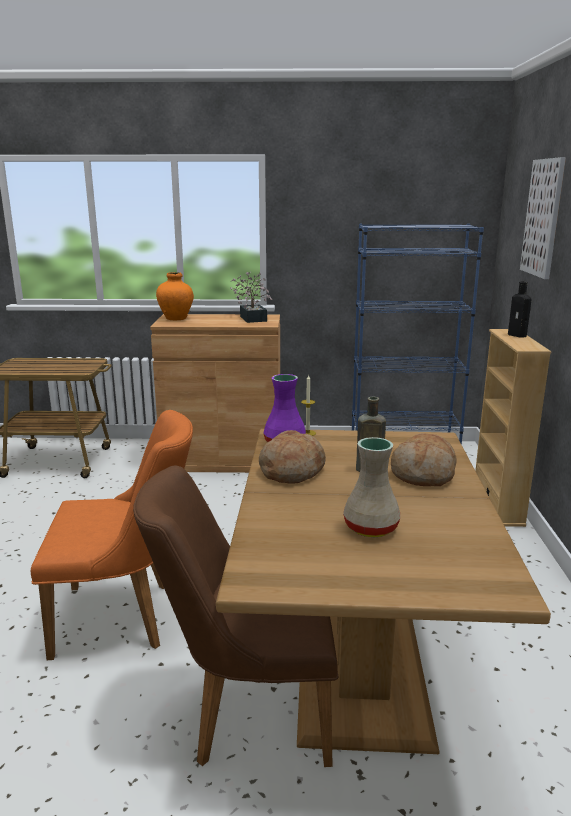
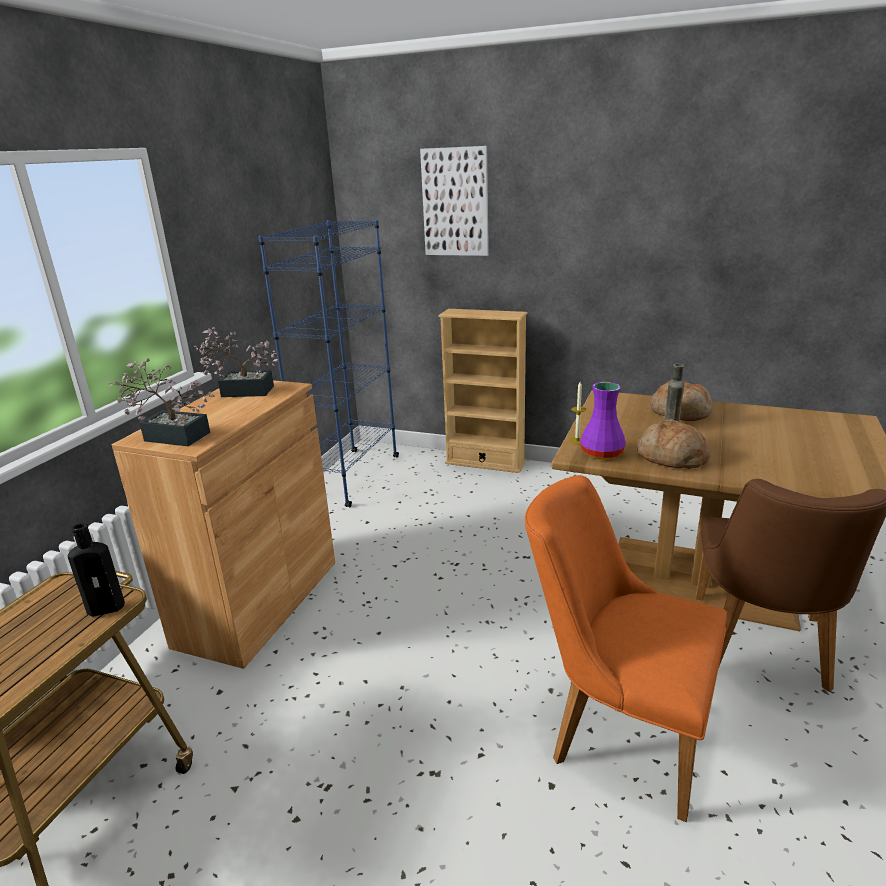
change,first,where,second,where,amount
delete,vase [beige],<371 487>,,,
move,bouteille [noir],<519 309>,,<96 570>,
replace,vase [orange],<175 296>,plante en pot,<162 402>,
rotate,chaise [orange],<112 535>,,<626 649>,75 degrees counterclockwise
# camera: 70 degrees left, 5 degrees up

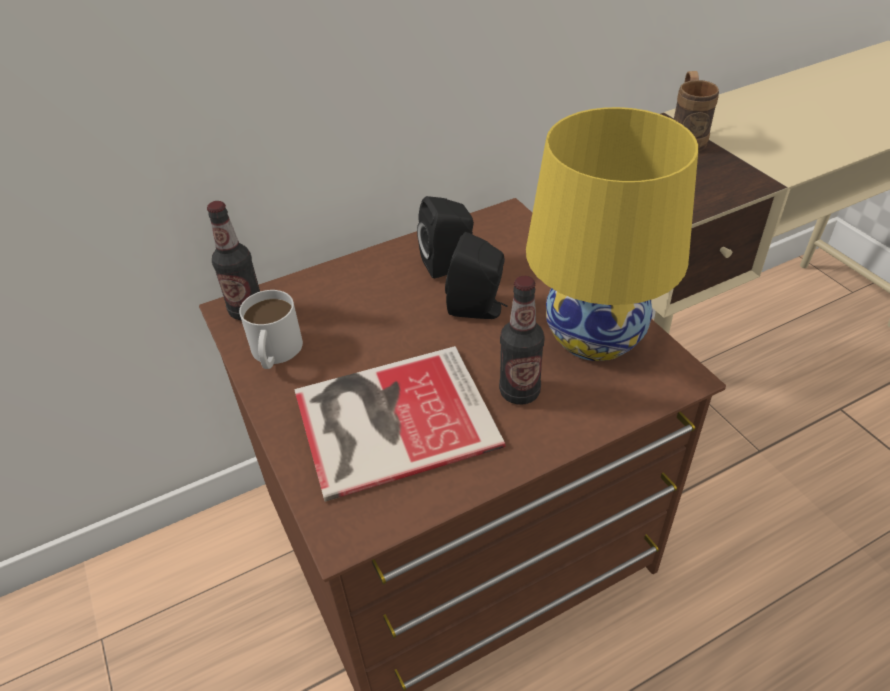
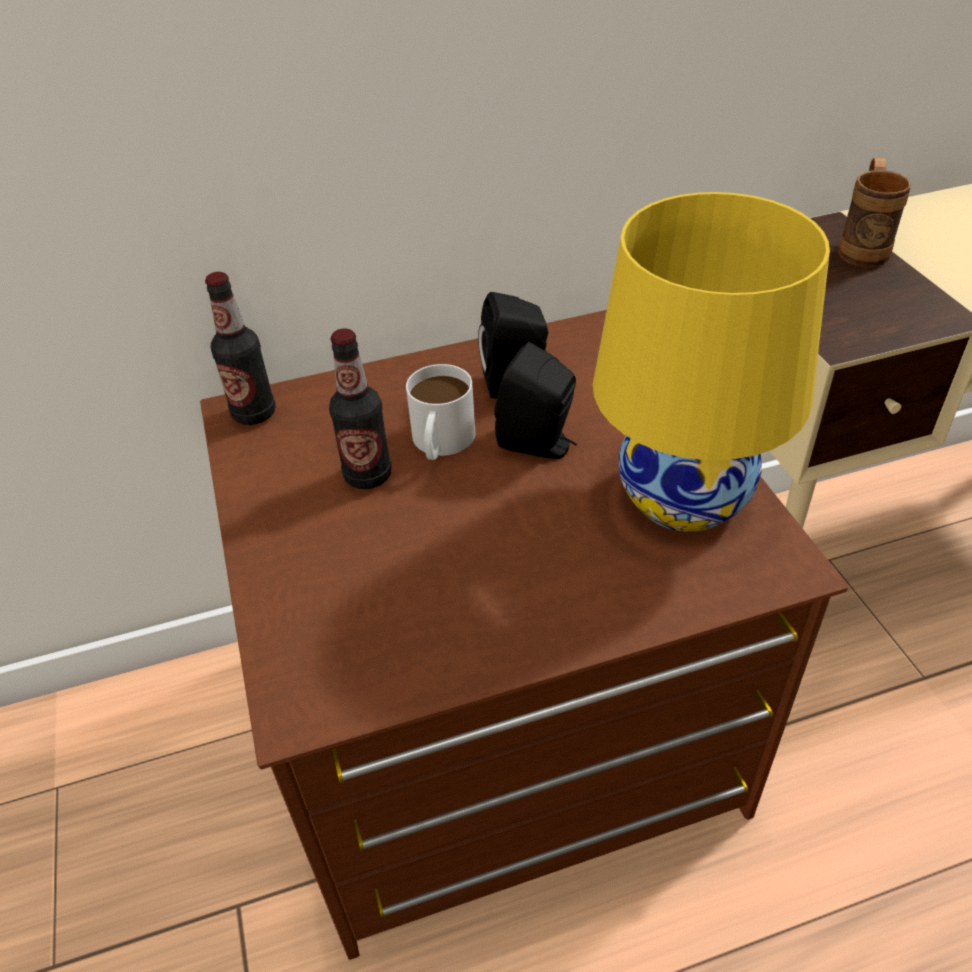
change,first,where,second,where,amount
delete,livre,<400 424>,,,
move,mug [blanc],<271 329>,,<440 412>,
move,bouteille,<522 340>,,<360 408>,
# camera: 10 degrees right, 0 degrees up

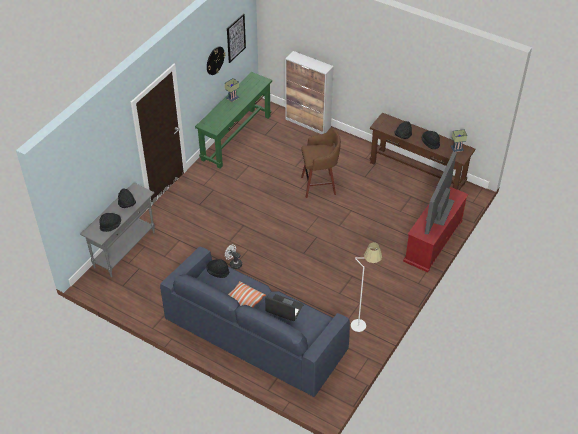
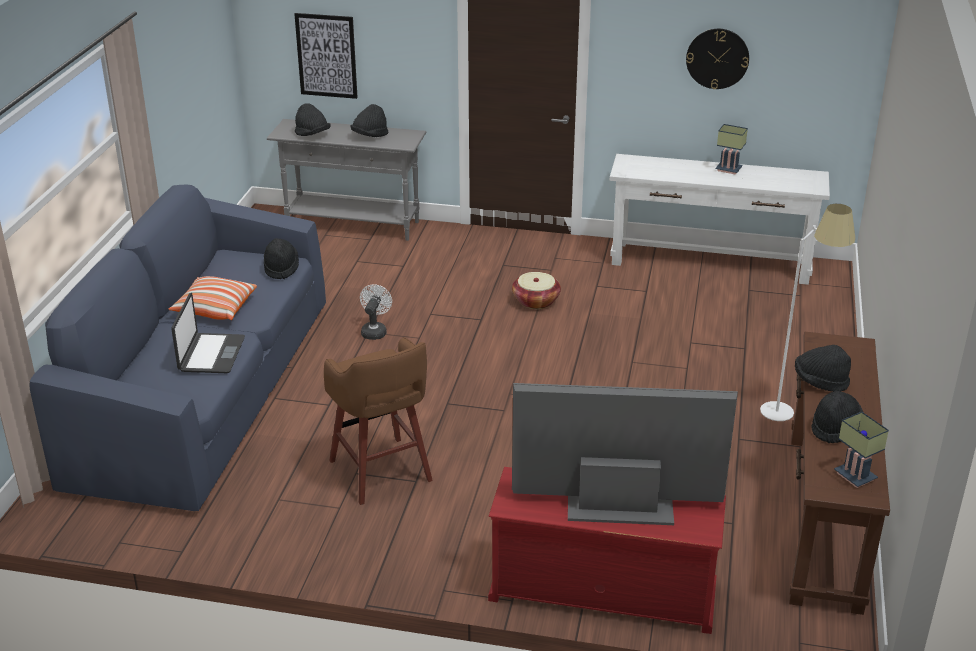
change,first,where,second,where,amount
delete,meuble de rangement,<309 92>,,,
insert,,,panier,<536 290>,
move,tableau,<236 38>,,<326 56>,
move,tabouret [marron],<321 163>,,<378 421>,
move,lampadaire [blanc],<366 287>,,<807 312>,
recolor,table console [vert],<233 120>,table console [blanc],<720 219>,
# camera: 70 degrees right, 15 degrees down

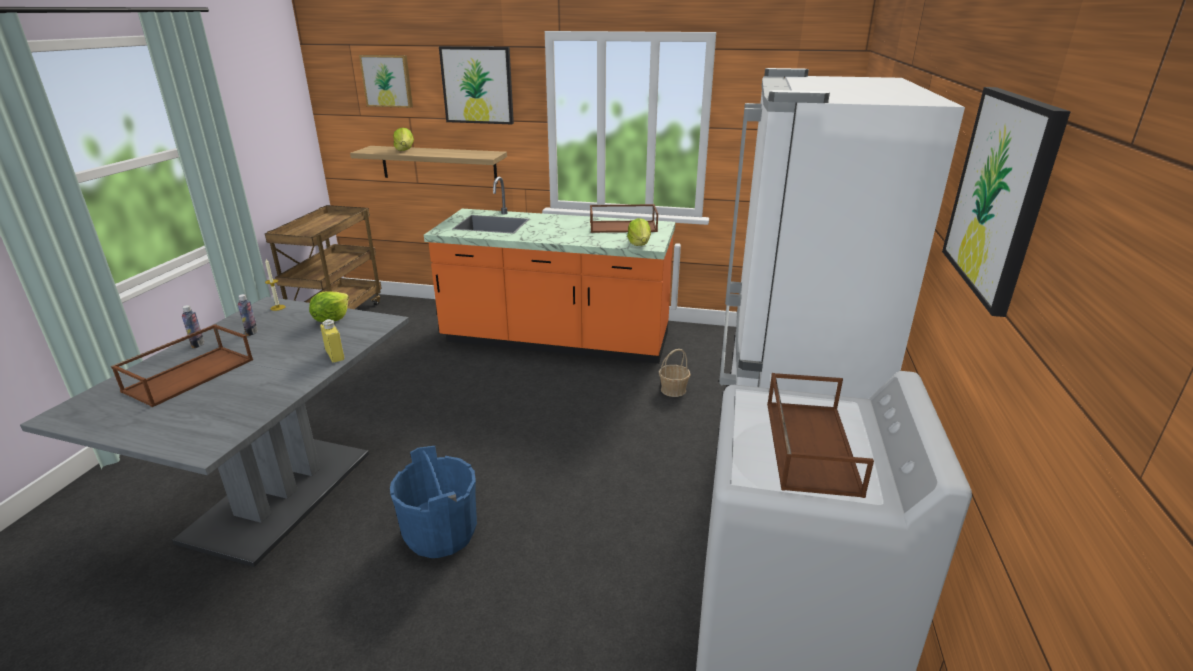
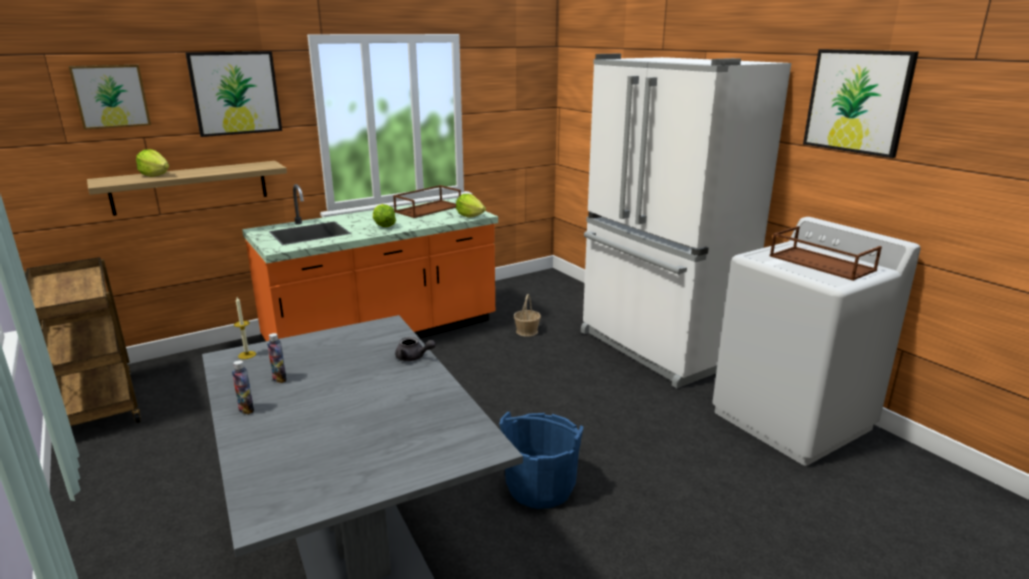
change,first,where,second,where,amount
delete,plateau [marron],<182 365>,,,
move,laitue,<329 306>,,<384 215>,
replace,bouteille [jaune],<332 341>,théière [gris],<415 349>,
# camera: 45 degrees left, 5 degrees down

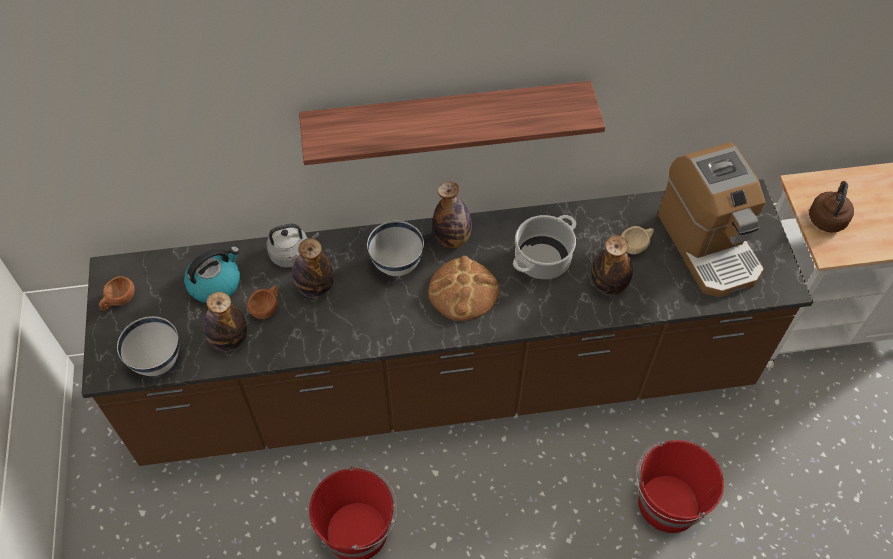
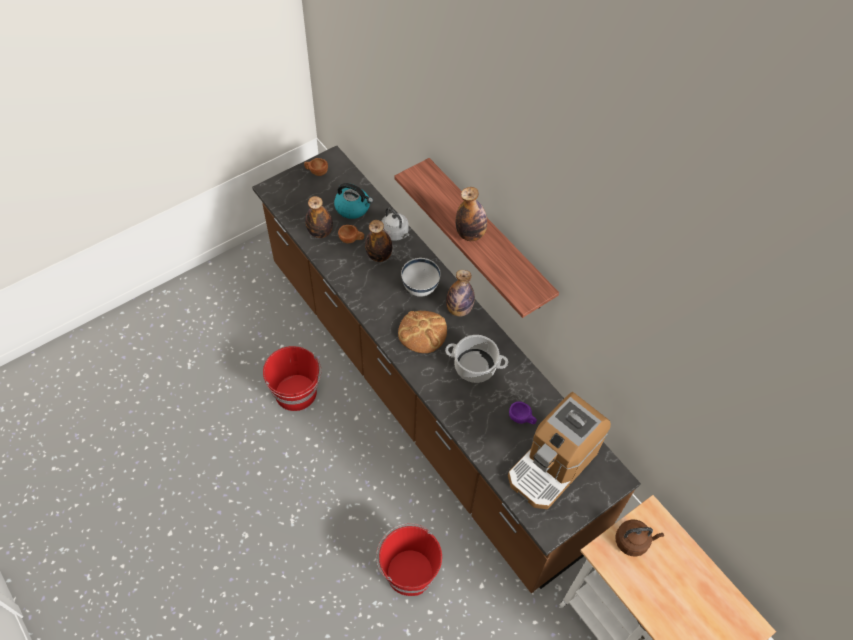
change,first,where,second,where,amount
delete,bol [blanc],<148 346>,,,
move,bouteille,<612 265>,,<471 214>,
recolor,tasse [beige],<637 240>,tasse [violet],<523 412>,
# camera: 60 degrees right, 0 degrees up

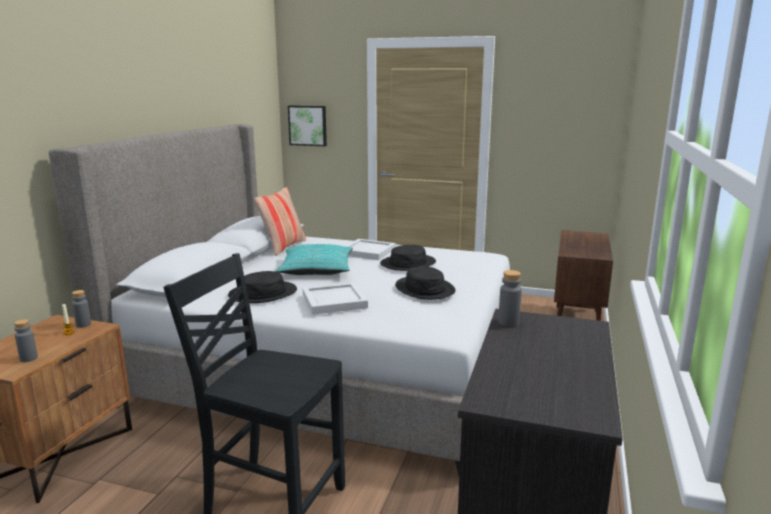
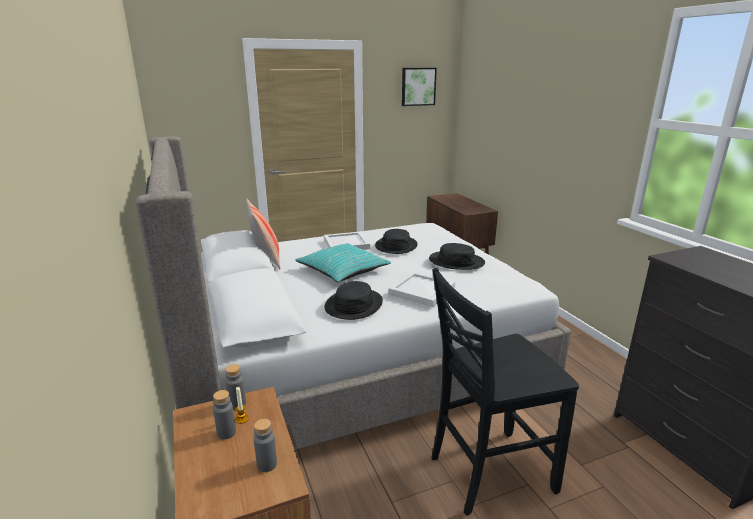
change,first,where,second,where,amount
move,tableau,<307 125>,,<419 87>,
move,bouteille [gris],<510 298>,,<224 415>,
# camera: 40 degrees left, 5 degrees up

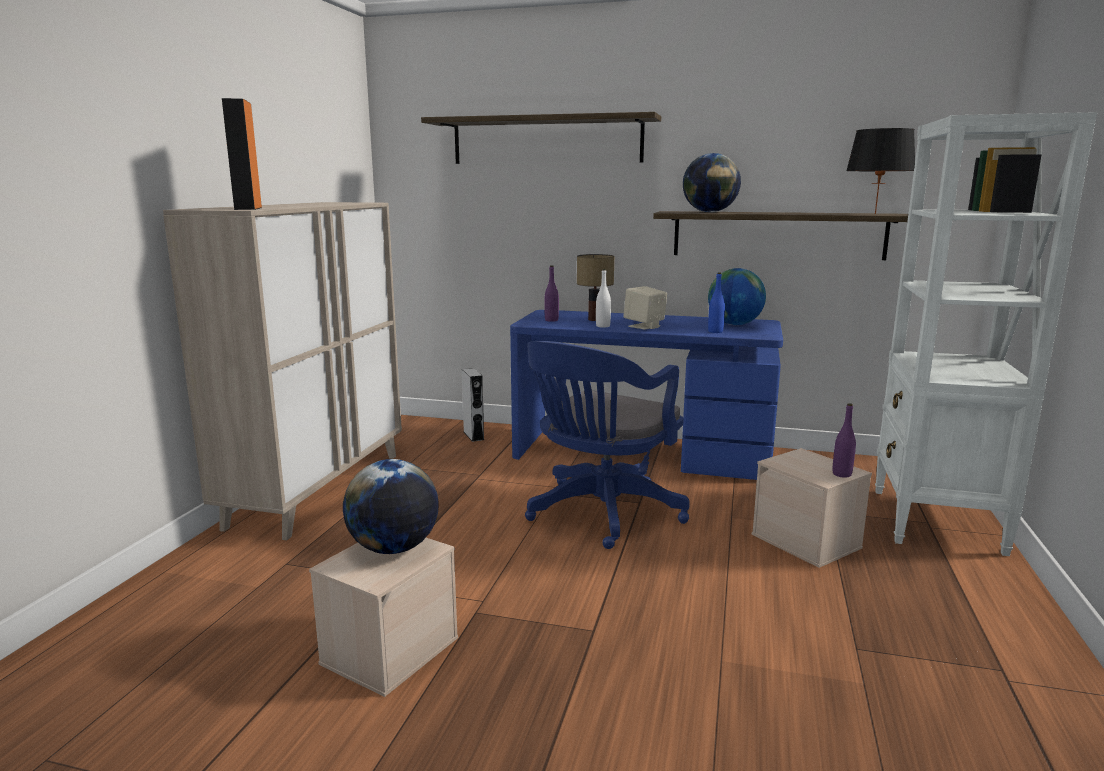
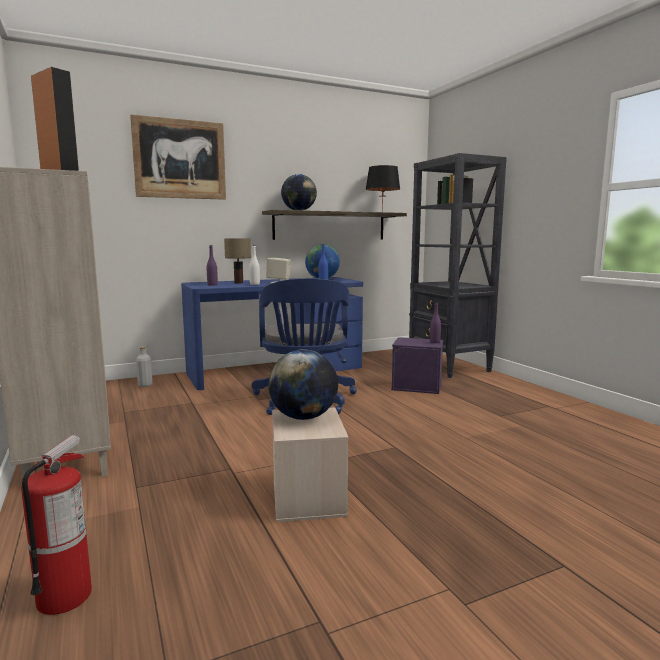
change,first,where,second,where,amount
insert,,,extincteur,<56 525>,
replace,étagère,<541 138>,tableau,<178 157>,
replace,enceinte [gris],<473 405>,bouteille [gris],<144 367>,
recolor,boîte de rangement [beige],<812 508>,boîte de rangement [violet],<417 365>,
recolor,bibliothèque [blanc],<986 334>,bibliothèque [noir],<458 265>,
# camera: 40 degrees left, 5 degrees down

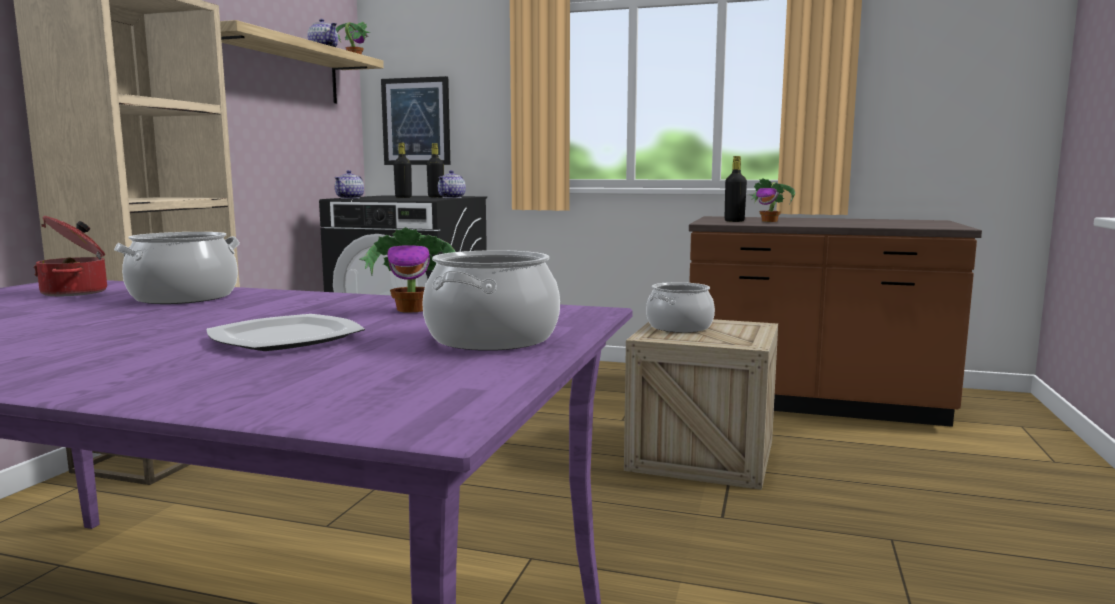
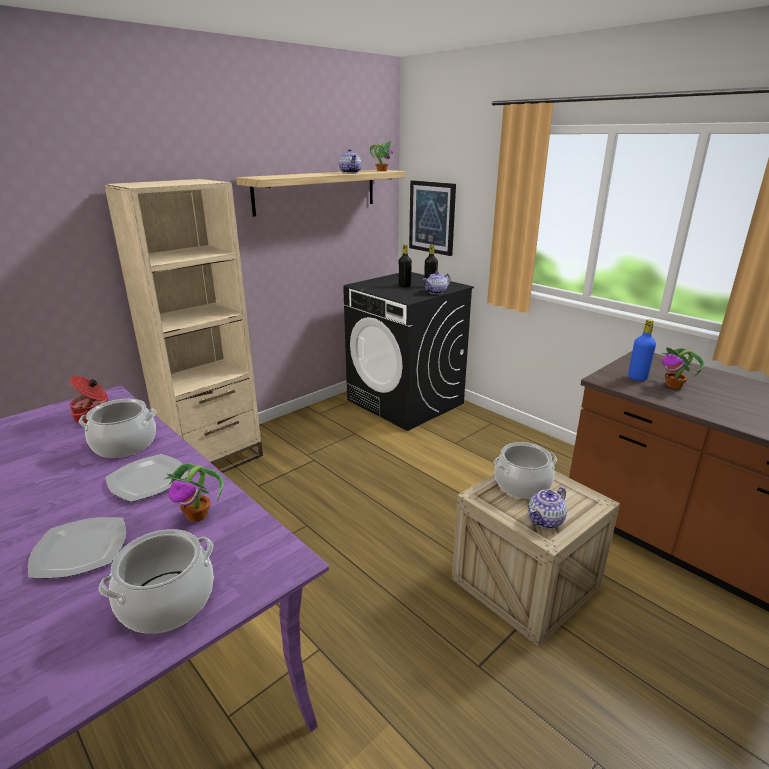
change,first,where,second,where,amount
insert,,,assiette,<147 478>,
move,théière,<349 184>,,<547 508>,
recolor,bouteille [noir],<736 189>,bouteille [bleu],<642 350>,
# camera: 30 degrees right, 15 degrees up

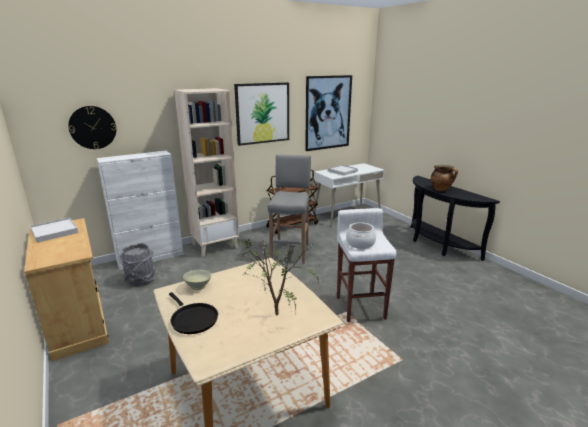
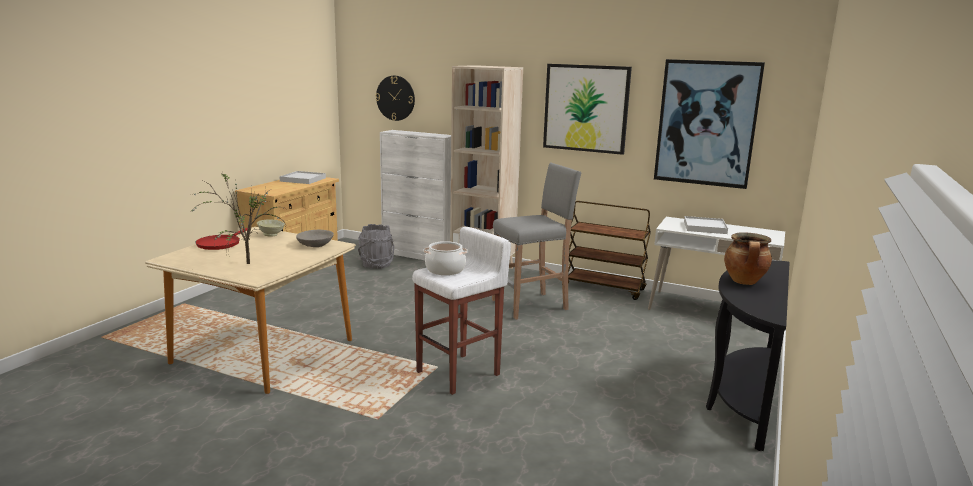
change,first,where,second,where,amount
insert,,,bol [gris],<315 238>,
recolor,poêle [noir],<193 313>,poêle [rouge],<221 239>,
# camera: 55 degrees right, 5 degrees down

